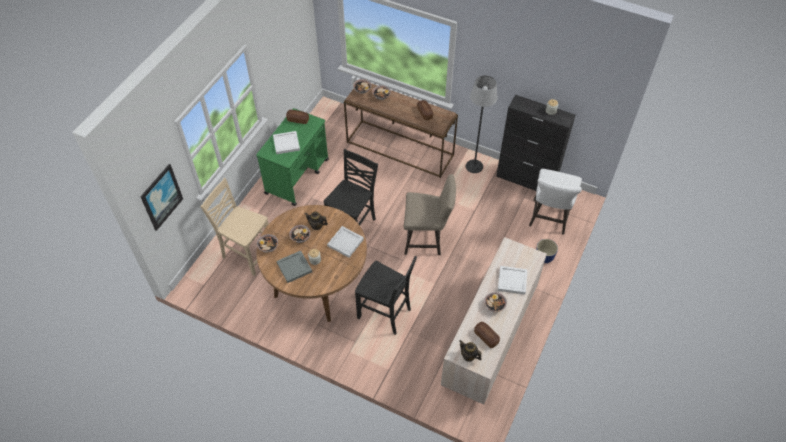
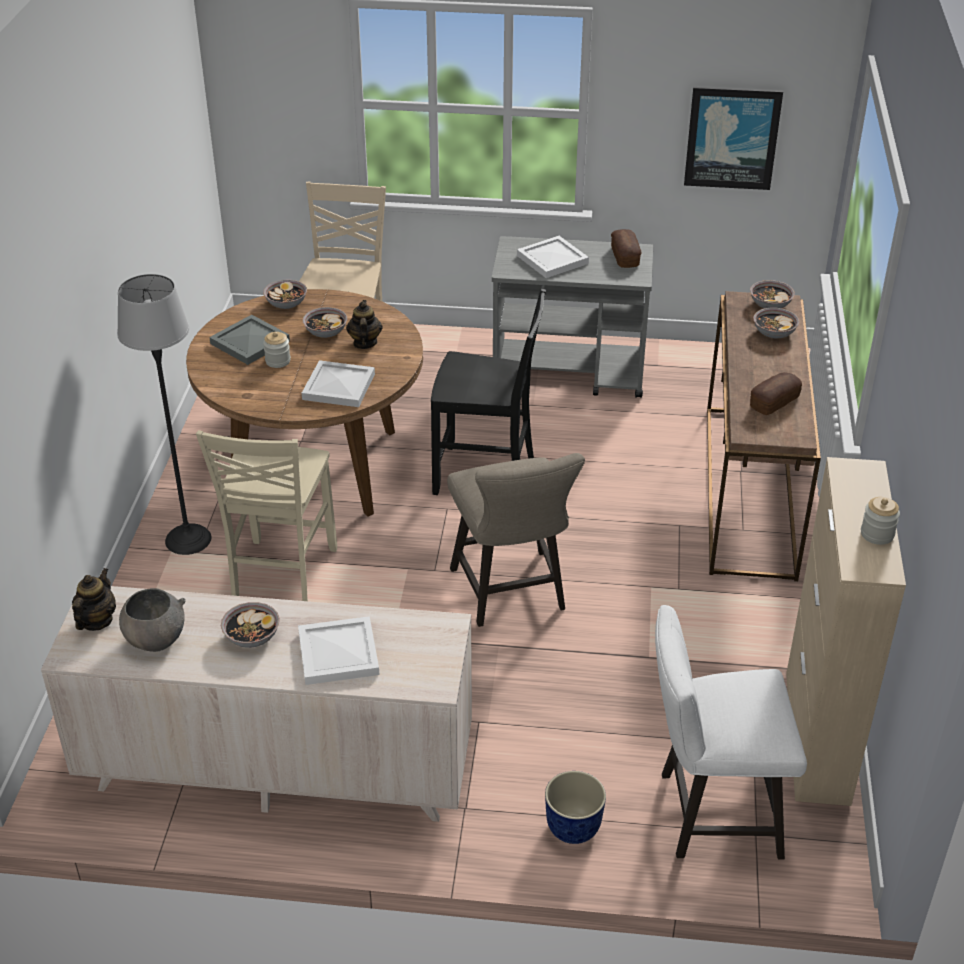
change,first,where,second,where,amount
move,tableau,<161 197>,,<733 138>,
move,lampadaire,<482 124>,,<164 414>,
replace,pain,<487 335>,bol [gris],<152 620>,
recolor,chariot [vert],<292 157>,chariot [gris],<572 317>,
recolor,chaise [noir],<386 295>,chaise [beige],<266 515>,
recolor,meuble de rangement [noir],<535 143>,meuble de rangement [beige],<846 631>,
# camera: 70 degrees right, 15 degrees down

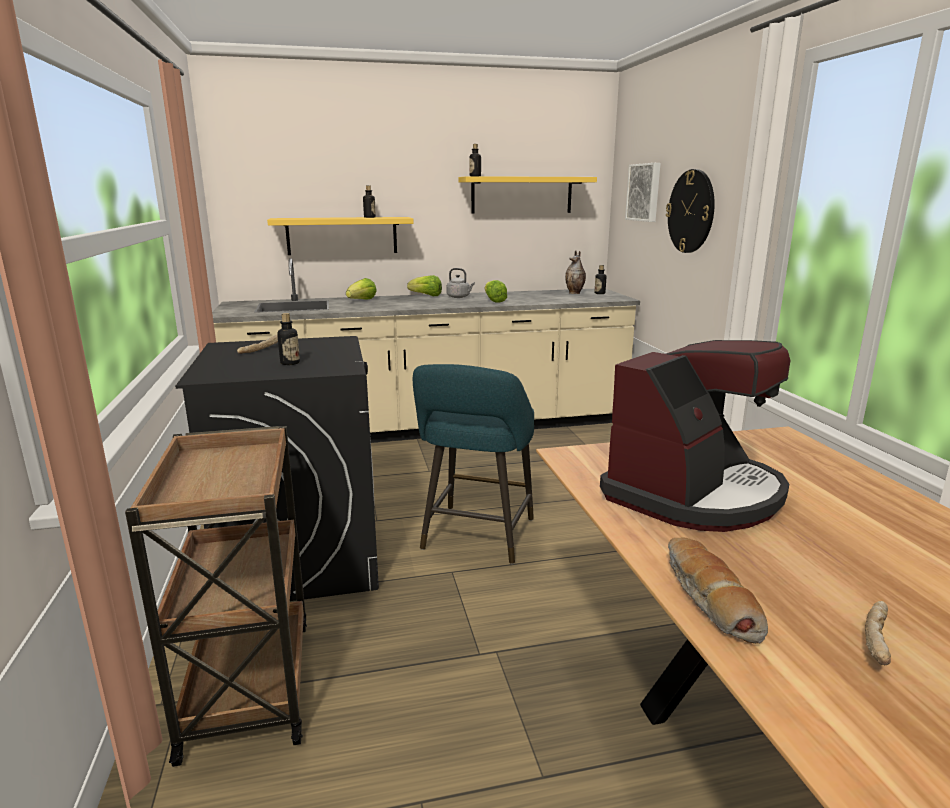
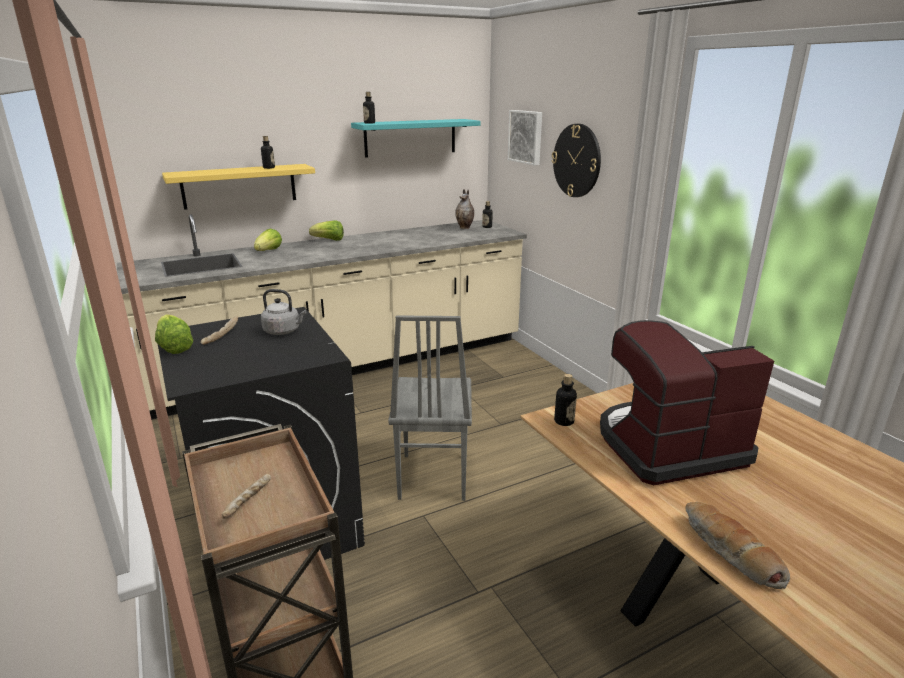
change,first,where,second,where,amount
move,bouteille,<288 339>,,<565 400>,
move,bouilloire [gris],<461 283>,,<283 312>,
move,laitue,<496 291>,,<174 334>,
move,pain,<878 633>,,<246 496>,
replace,tabouret [turquoise],<473 464>,chaise [gris],<430 408>,
recolor,étagère [jaune],<528 195>,étagère [turquoise],<415 138>,
rotate,machine à café,<695 436>,,<687 402>,135 degrees counterclockwise
# camera: 15 degrees left, 5 degrees up

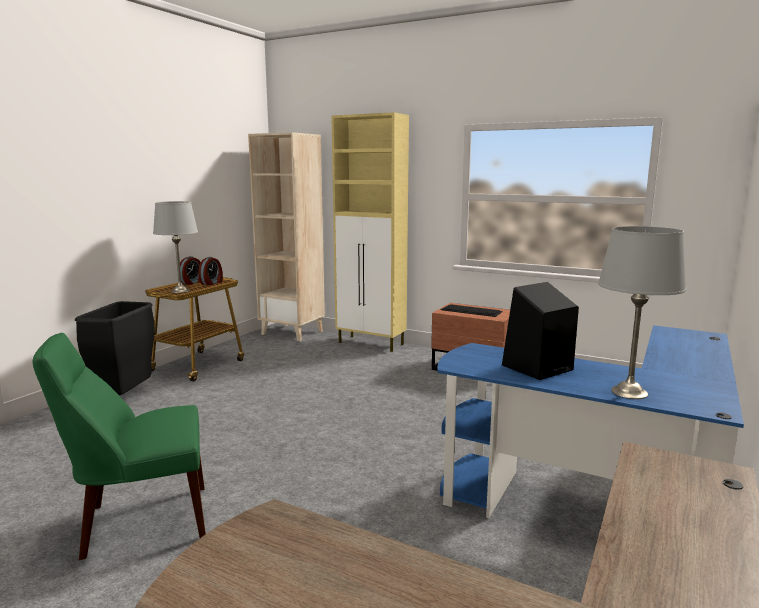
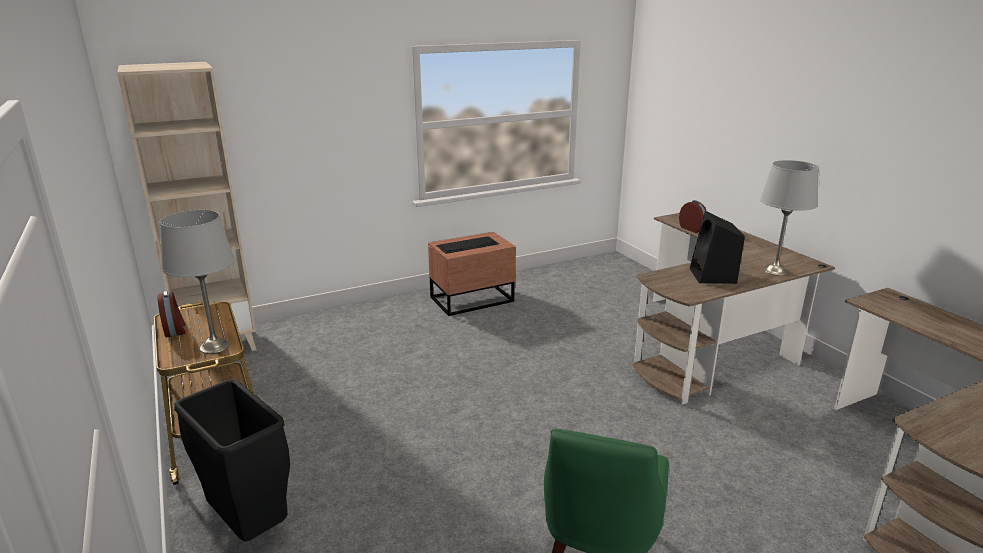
change,first,where,second,where,amount
delete,meuble de rangement [beige],<370 232>,,,
move,réveil,<210 271>,,<692 216>,
recolor,bureau [bleu],<590 421>,bureau [marron],<733 309>,
# camera: 55 degrees left, 10 degrees up

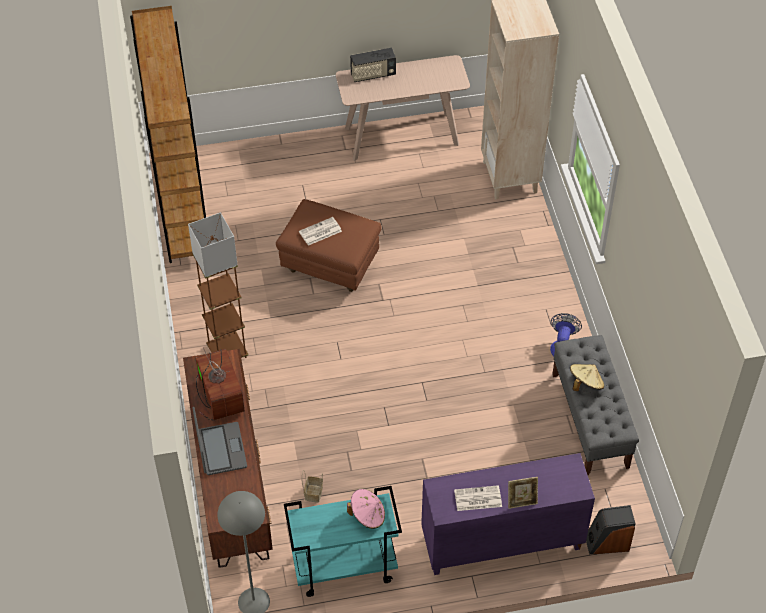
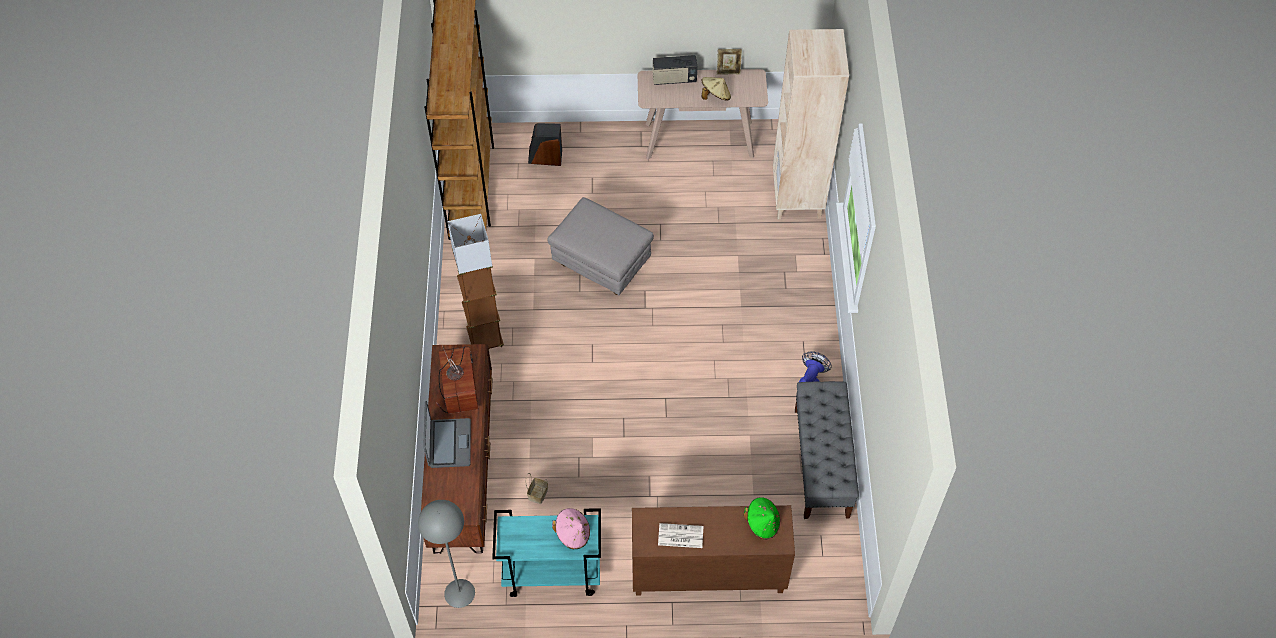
change,first,where,second,where,amount
delete,journal,<320 231>,,,
insert,,,chapeau [vert],<762 518>,
move,cadre photo,<523 493>,,<729 62>,
move,chapeau [beige],<587 377>,,<716 89>,
move,enceinte,<611 529>,,<545 144>,
recolor,pouf [marron],<329 245>,pouf [gris],<600 246>,
recolor,meuble de rangement [violet],<508 514>,meuble de rangement [marron],<713 550>,
# camera: 10 degrees right, 5 degrees up

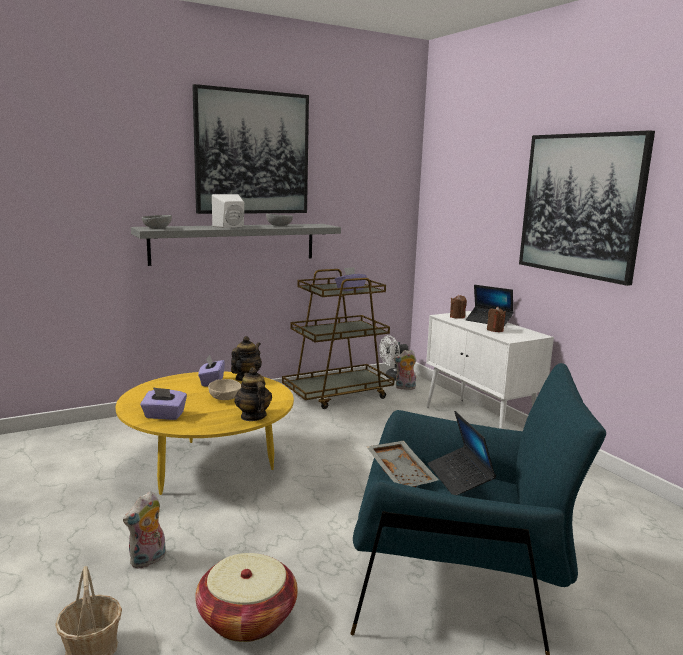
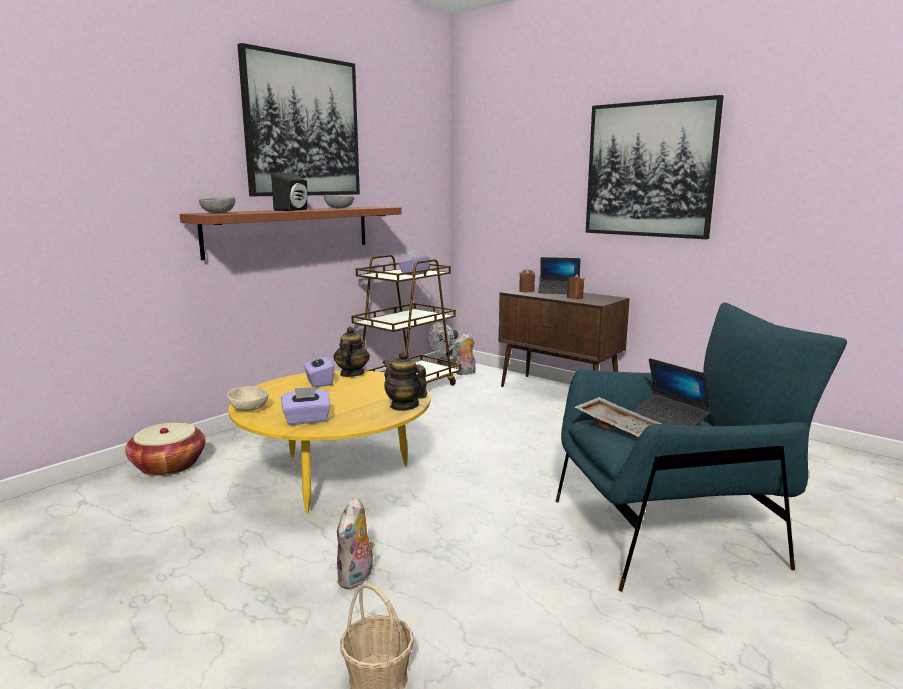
change,first,where,second,where,amount
move,panier,<246 597>,,<165 449>,
move,bol [beige],<225 389>,,<248 398>,
recolor,étagère [gris],<236 245>,étagère [marron],<291 233>,
recolor,enceinte [blanc],<228 211>,enceinte [noir],<289 192>,
recolor,meuble de rangement [blanc],<490 370>,meuble de rangement [marron],<564 337>,
# camera: 20 degrees left, 0 degrees up

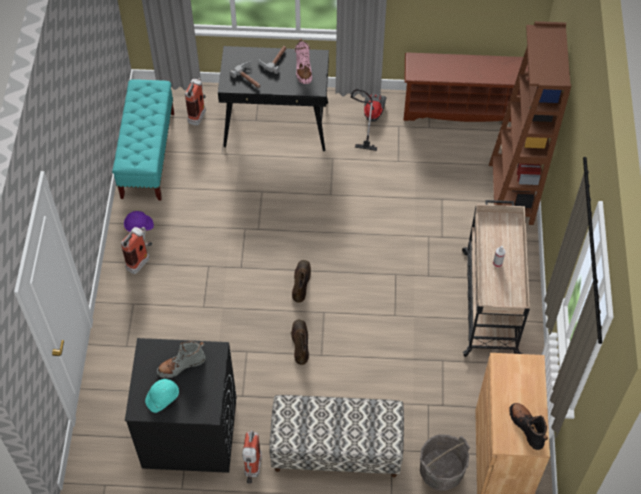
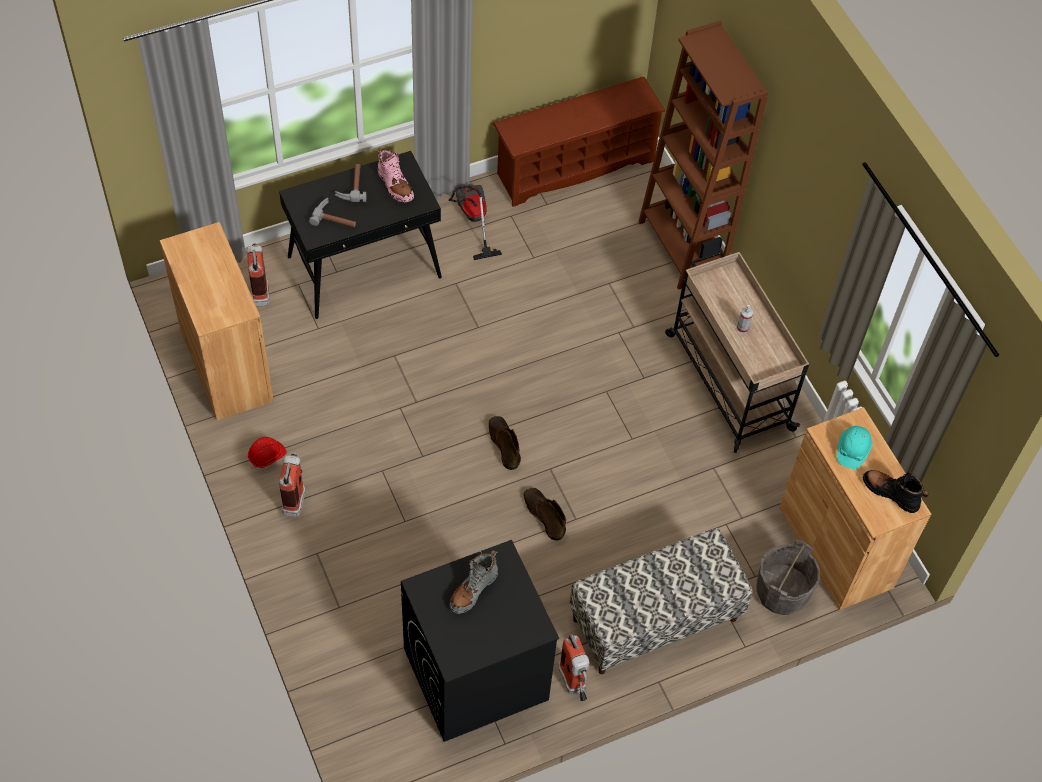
change,first,where,second,where,amount
move,casque de chantier [turquoise],<162 396>,,<854 447>,
replace,banc [turquoise],<143 140>,meuble de rangement [marron],<217 321>,
recolor,casque de chantier [violet],<139 221>,casque de chantier [rouge],<267 453>,
# camera: 30 degrees left, 0 degrees up

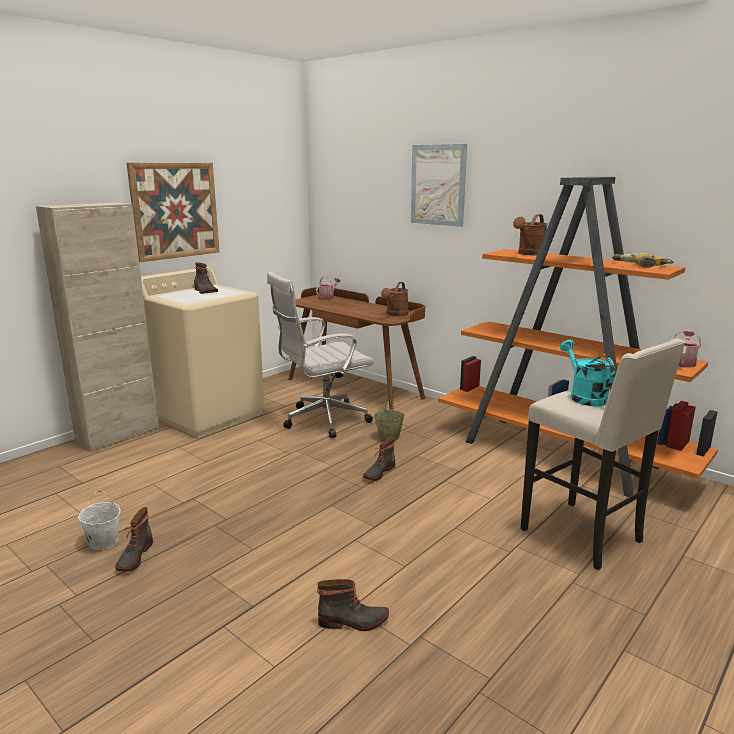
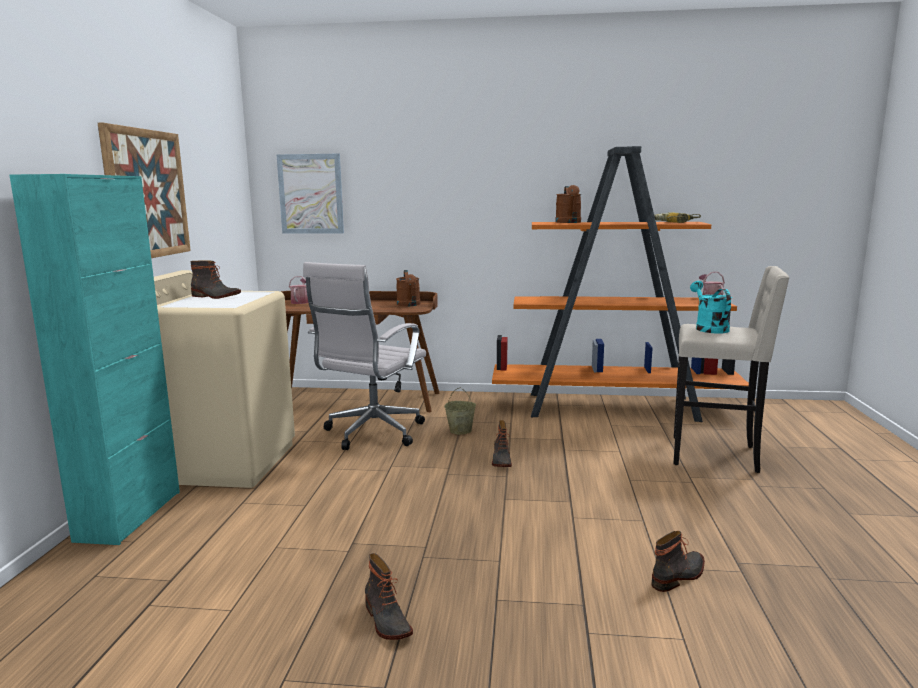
change,first,where,second,where,amount
delete,seau [blanc],<99 520>,,,
move,tableau,<439 185>,,<310 194>,
recolor,meuble de rangement [beige],<97 327>,meuble de rangement [turquoise],<94 359>,
rotate,arrosoir [turquoise],<587 373>,,<711 307>,45 degrees clockwise
# camera: 35 degrees left, 5 degrees down

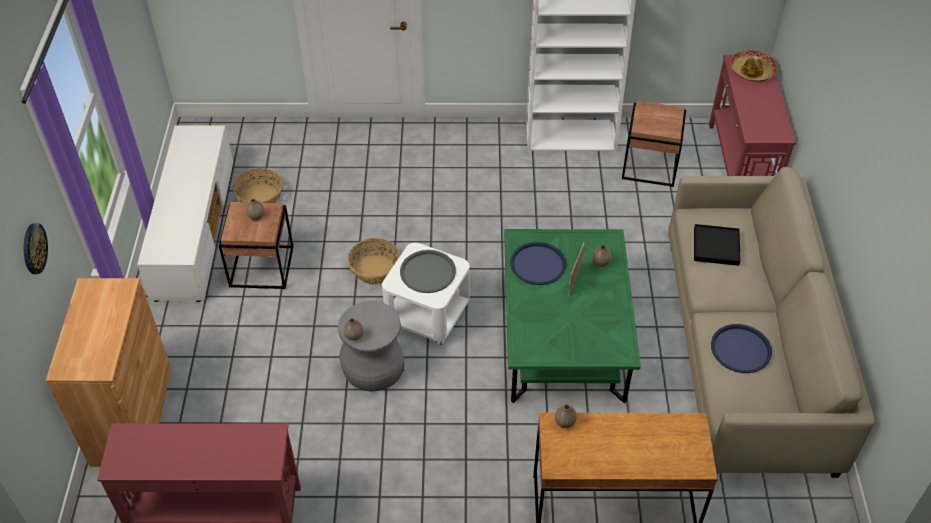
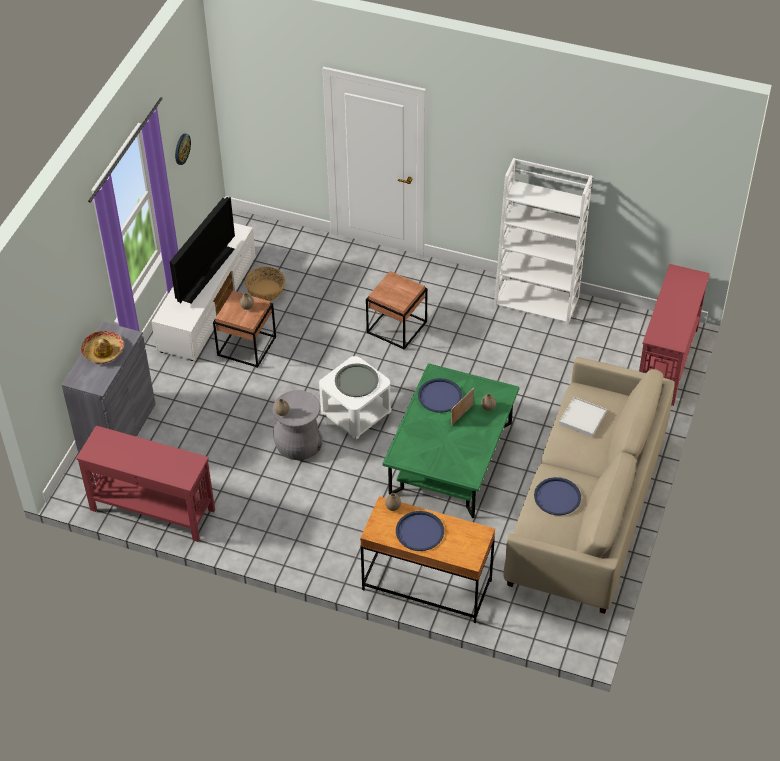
change,first,where,second,where,amount
delete,panier,<373 261>,,,
insert,,,téléviseur,<202 250>,
insert,,,plateau [bleu],<420 531>,
move,horloge murale,<36 248>,,<183 149>,
move,table d'appoint [marron],<654 144>,,<397 310>,
move,chapeau,<753 66>,,<102 347>,
recolor,meuble de rangement [marron],<108 372>,meuble de rangement [gris],<109 387>,
recolor,plateau [noir],<717 245>,plateau [blanc],<583 417>,
# camera: 20 degrees right, 0 degrees up

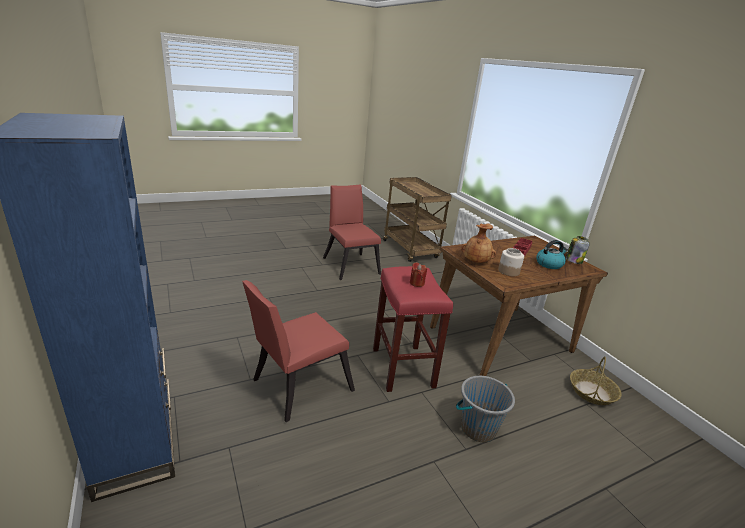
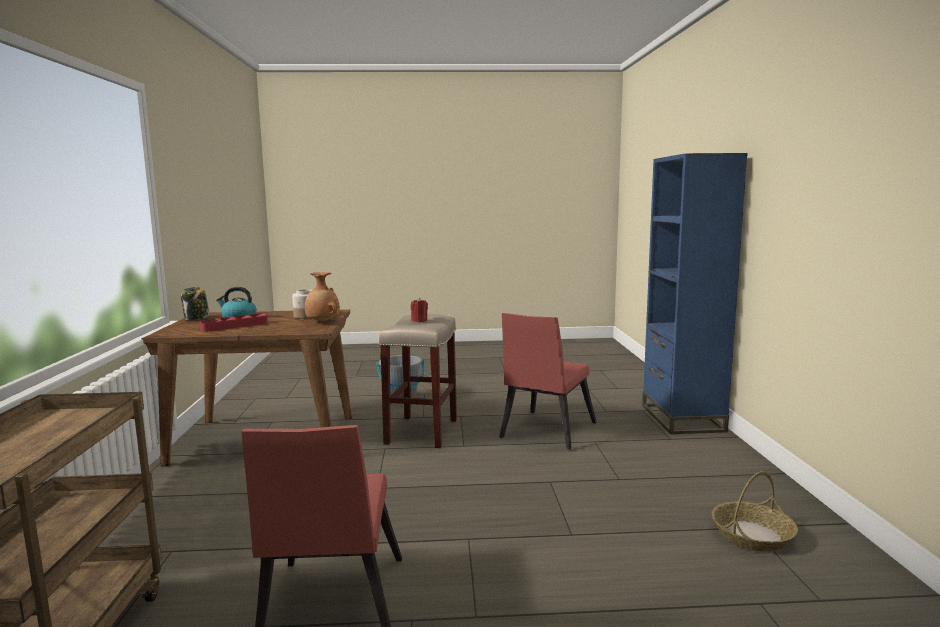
change,first,where,second,where,amount
move,panier,<596 380>,,<755 511>,
recolor,tabouret [rouge],<413 329>,tabouret [beige],<418 381>,
rotate,chaise [rouge],<298 351>,,<548 381>,135 degrees clockwise
# camera: 155 degrees left, 15 degrees down

